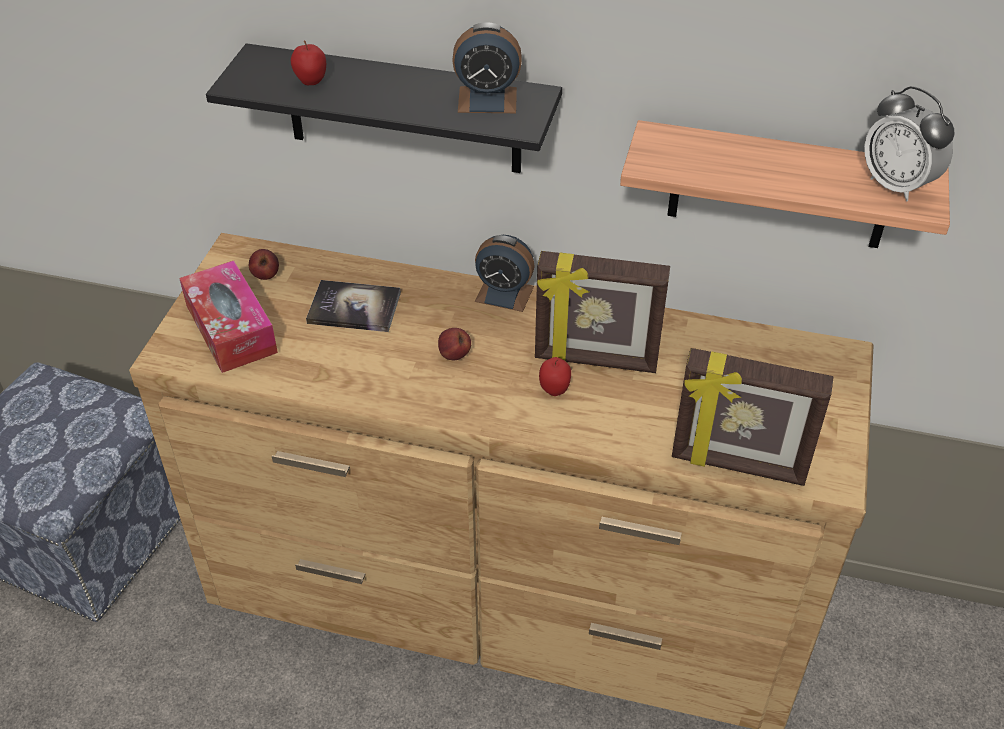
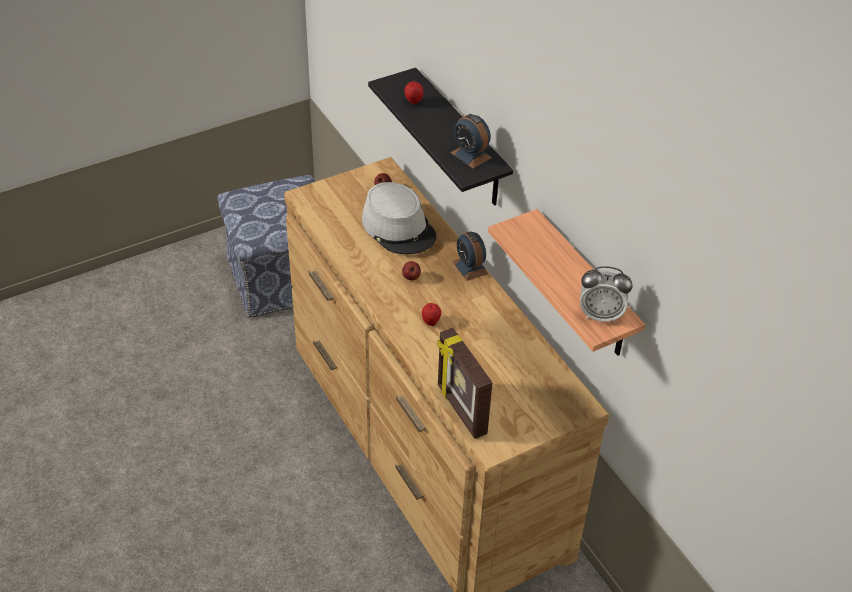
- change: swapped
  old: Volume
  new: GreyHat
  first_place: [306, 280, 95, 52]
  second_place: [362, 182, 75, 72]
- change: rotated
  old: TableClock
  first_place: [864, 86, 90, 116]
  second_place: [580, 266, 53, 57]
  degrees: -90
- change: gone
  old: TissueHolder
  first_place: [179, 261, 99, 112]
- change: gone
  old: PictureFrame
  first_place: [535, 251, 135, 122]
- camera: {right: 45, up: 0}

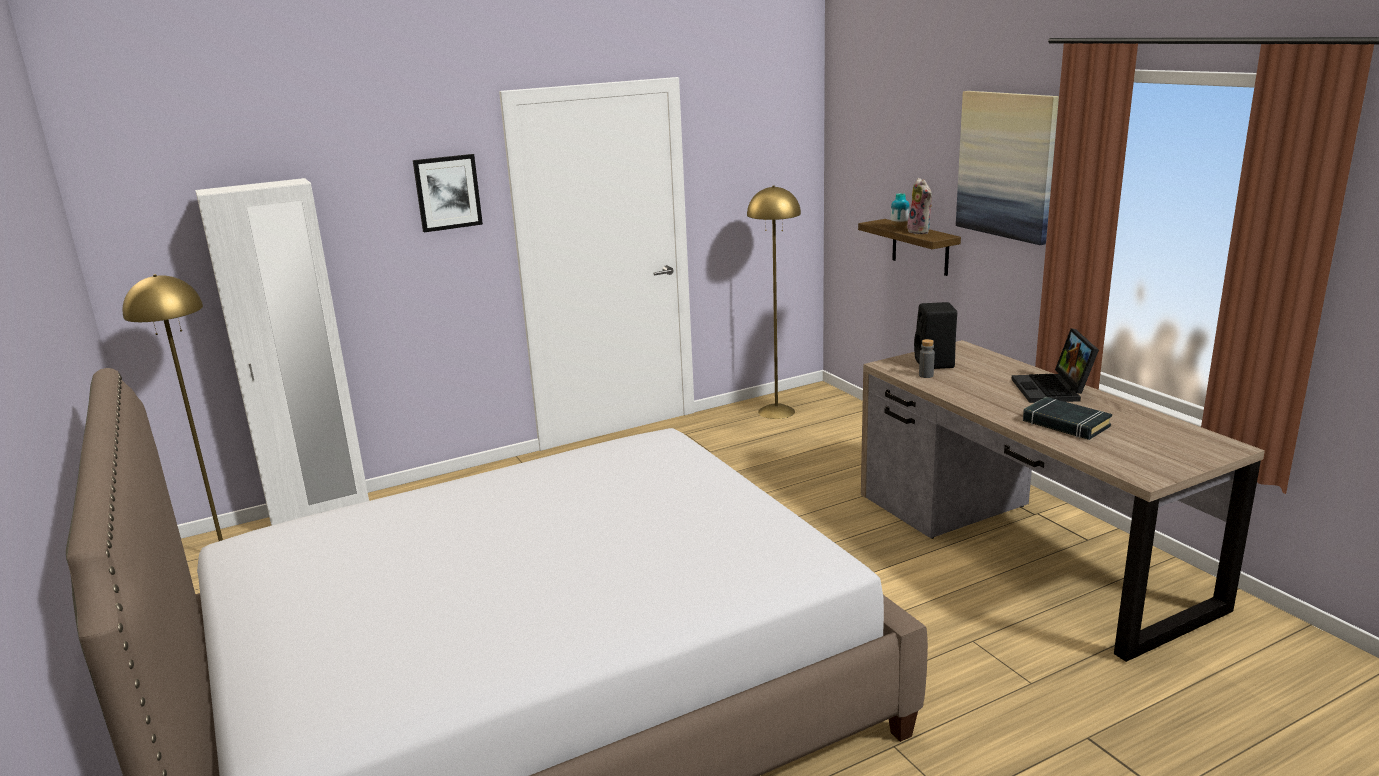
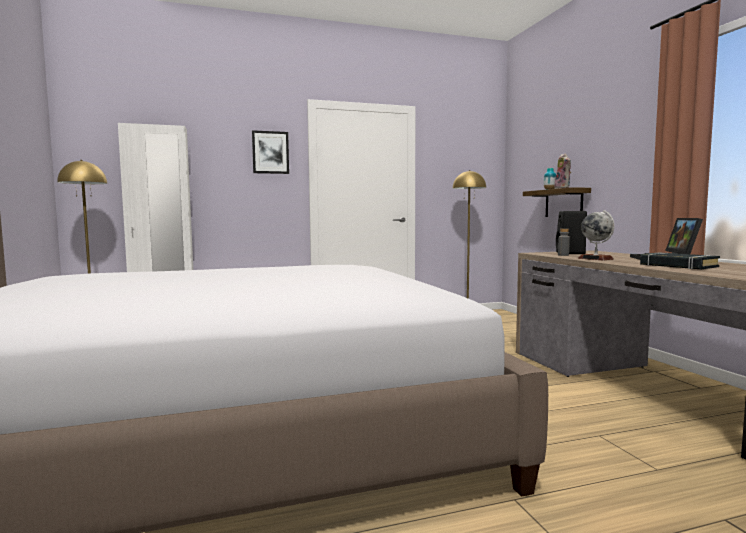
- change: new
  new: DeskGlobe
  second_place: [578, 210, 37, 51]
- change: gone
  old: WallArt
  first_place: [956, 91, 103, 154]
- camera: {right: 10, up: -15}

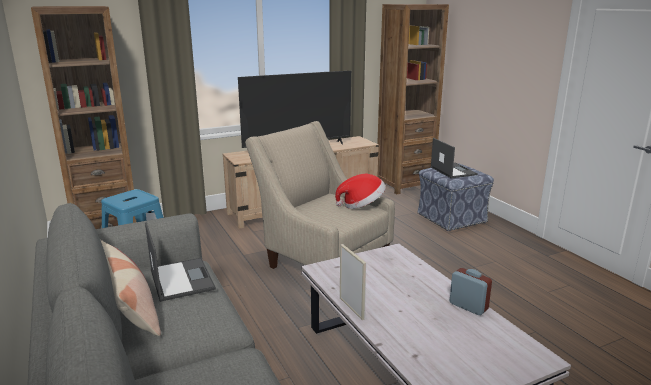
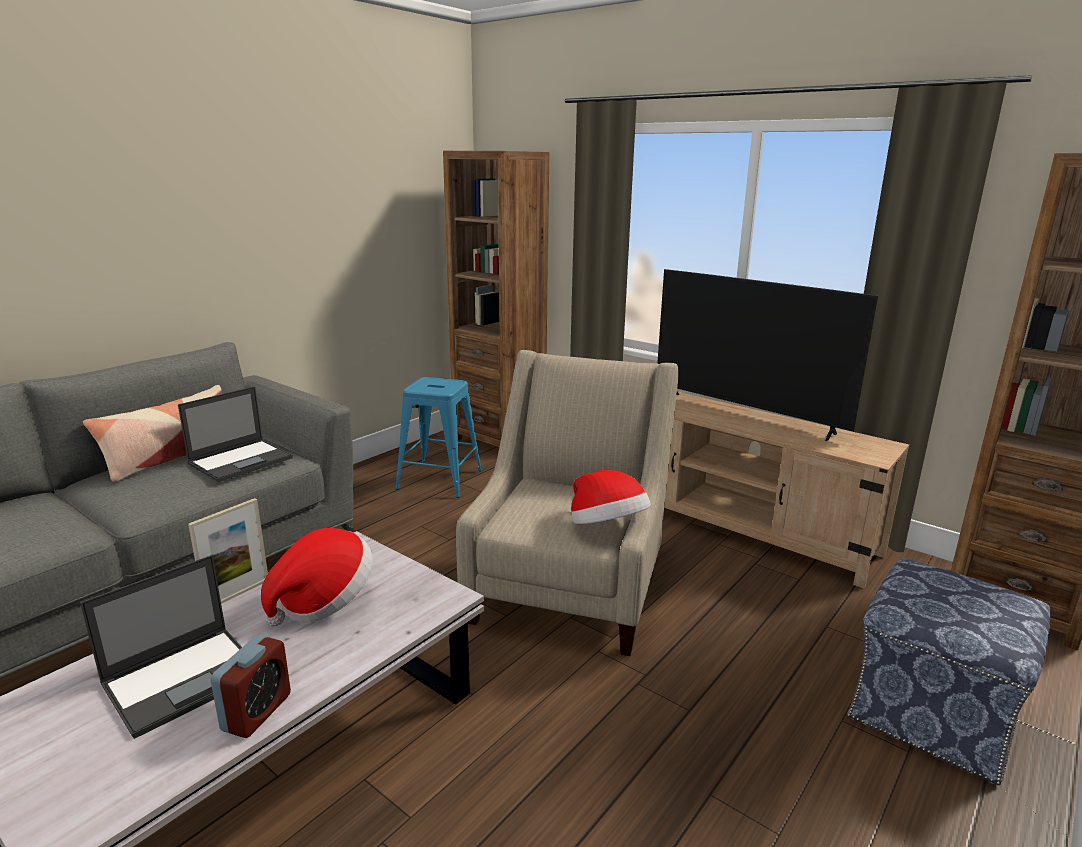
- change: shifted
  old: Laptop
  first_place: [430, 138, 48, 41]
  second_place: [80, 555, 162, 184]
- change: new
  new: Hat
  second_place: [261, 528, 112, 98]
- camera: {right: 65, up: 0}

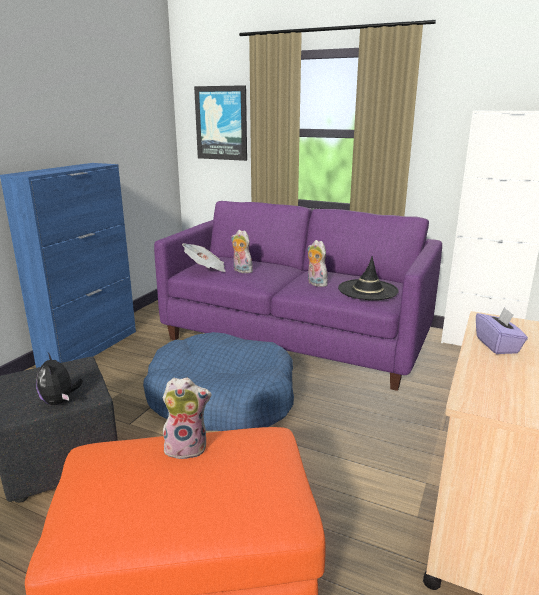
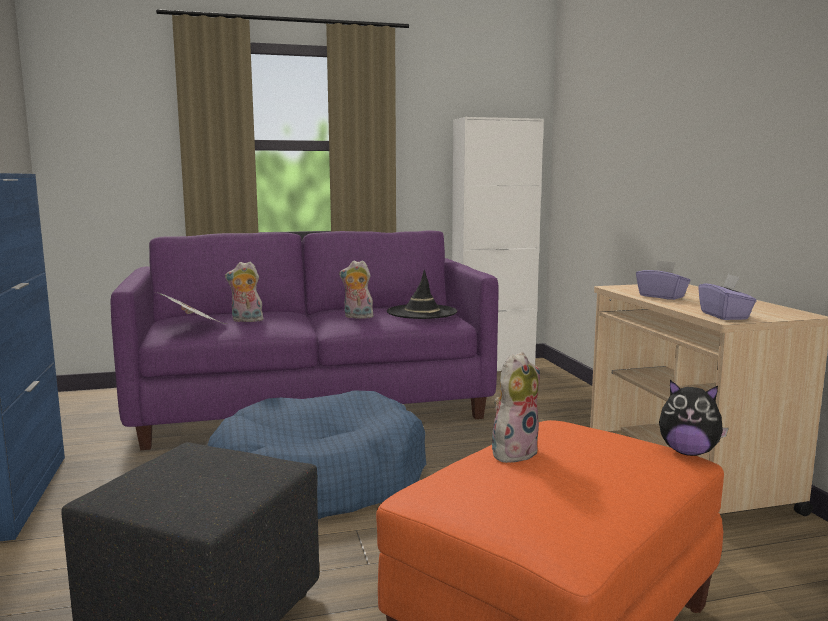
- change: shifted
  old: CuddlyToy
  first_place: [36, 353, 47, 52]
  second_place: [659, 380, 70, 76]
- change: new
  new: PurplishTissueHolder
  second_place: [698, 274, 58, 46]
- change: gone
  old: WallArt
  first_place: [194, 85, 53, 76]
- camera: {right: -40, up: -10}

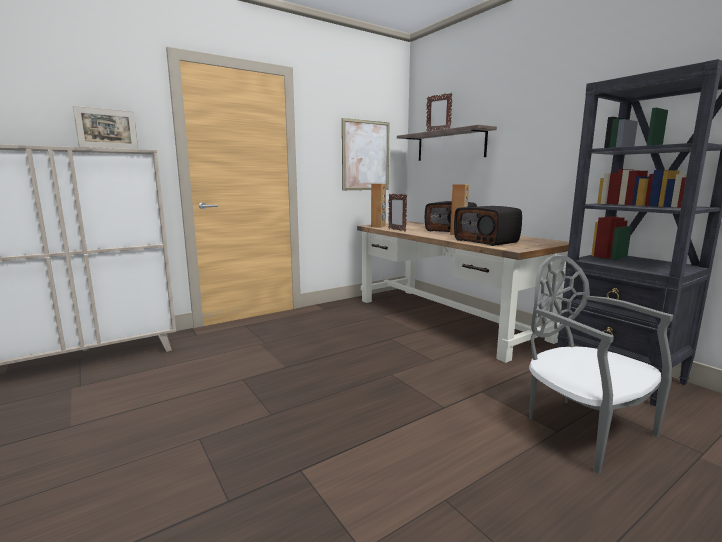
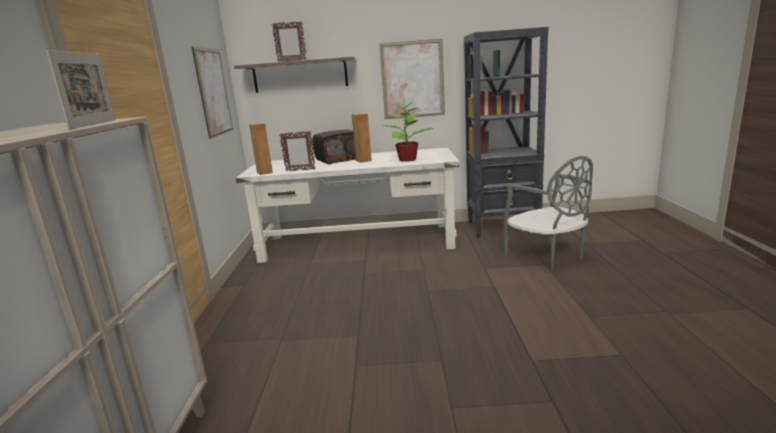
- change: repainted
  old: BrownishDeskUnit
  new: WhiteDeskUnit
  first_place: [357, 222, 212, 141]
  second_place: [236, 148, 224, 115]
- change: new
  new: WallArt
  second_place: [380, 39, 65, 80]
- change: swapped
  old: RadioSet
  new: Houseplant
  first_place: [454, 206, 68, 40]
  second_place: [383, 100, 50, 62]
- change: rotated
  old: GreyUprightChair
  first_place: [529, 255, 144, 219]
  second_place: [503, 156, 90, 114]
  degrees: -120
- camera: {right: -55, up: 5}

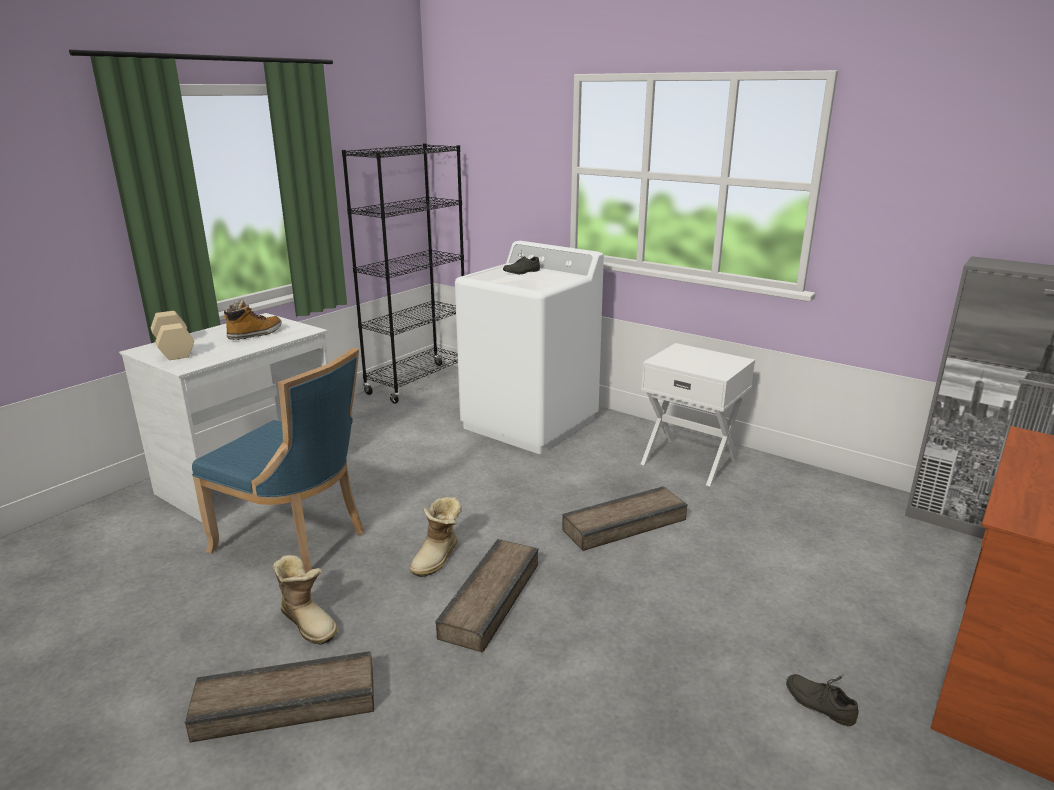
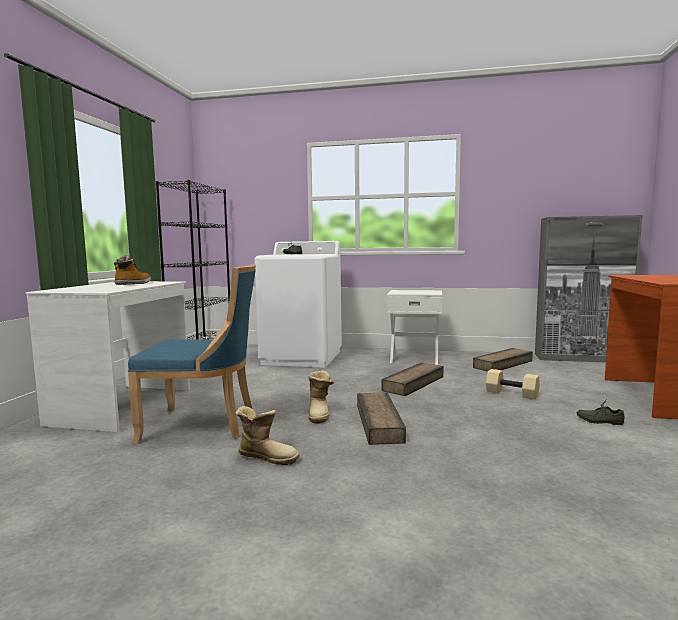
- change: shifted
  old: ShippingCrate
  first_place: [184, 651, 190, 91]
  second_place: [473, 348, 60, 23]
- change: shifted
  old: BeigeColouredFreeWeight
  first_place: [151, 311, 43, 49]
  second_place: [486, 369, 54, 30]
- camera: {right: -25, up: -15}

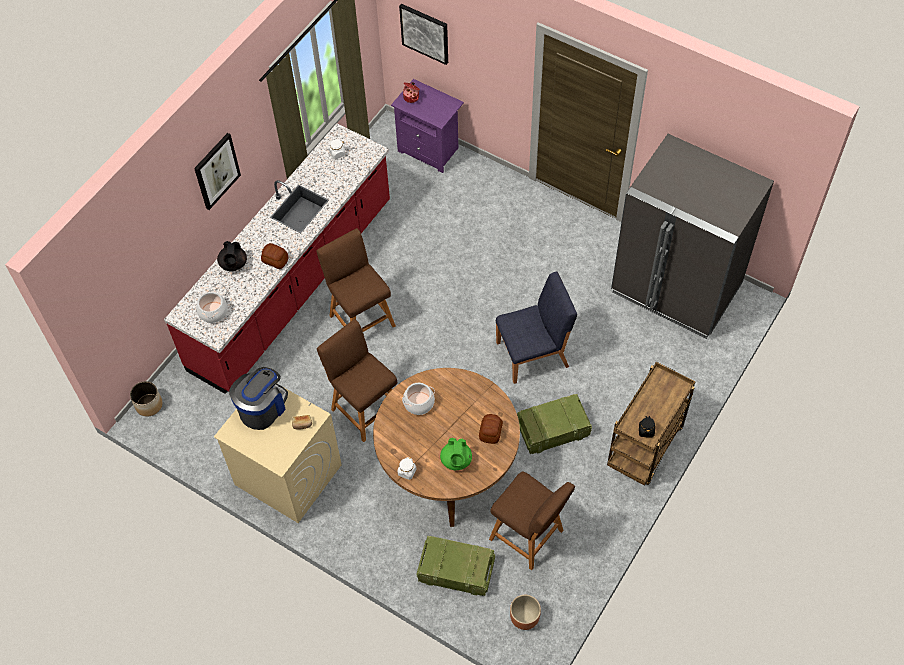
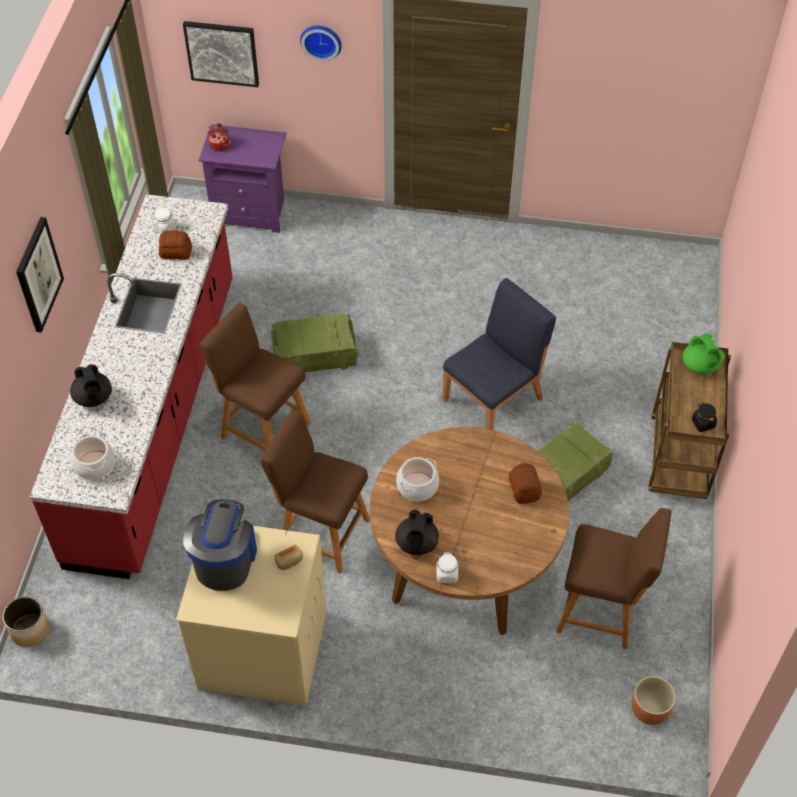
- change: shifted
  old: Bread
  first_place: [261, 243, 27, 26]
  second_place: [159, 230, 33, 30]
- change: shifted
  old: ShippingCrate
  first_place: [417, 536, 78, 60]
  second_place: [271, 313, 87, 60]
- change: new
  new: WallClock
  second_place: [300, 26, 42, 35]
- change: new
  new: BlackTeapot
  second_place: [395, 510, 44, 45]
- change: shifted
  old: GreenColouredTeapot
  first_place: [440, 438, 32, 32]
  second_place: [682, 333, 43, 42]
- change: gone
  old: GreyKitchenFridge
  first_place: [611, 134, 163, 205]
- camera: {right: -25, up: -5}

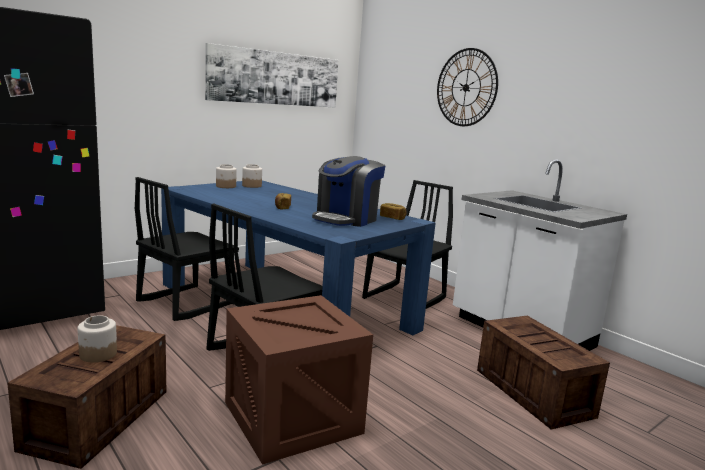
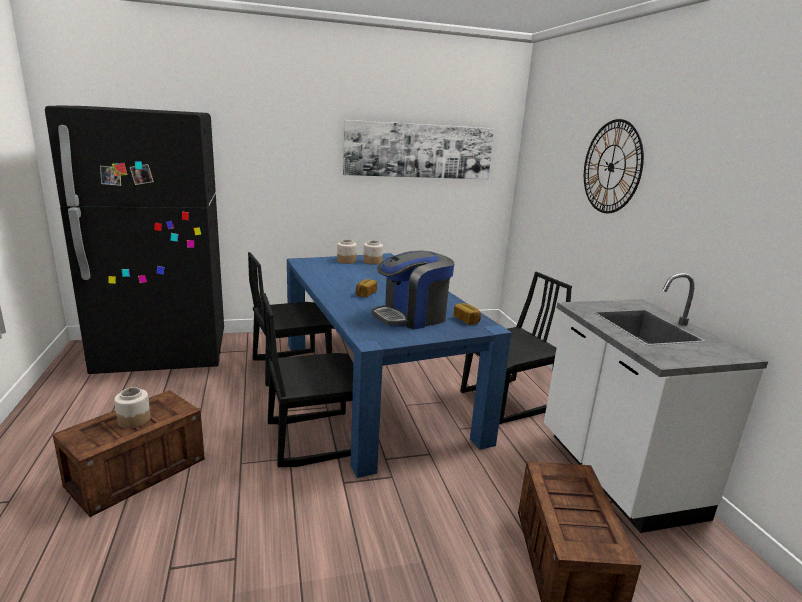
- change: gone
  old: ShippingCrate
  first_place: [225, 295, 148, 170]
- camera: {right: 25, up: 5}

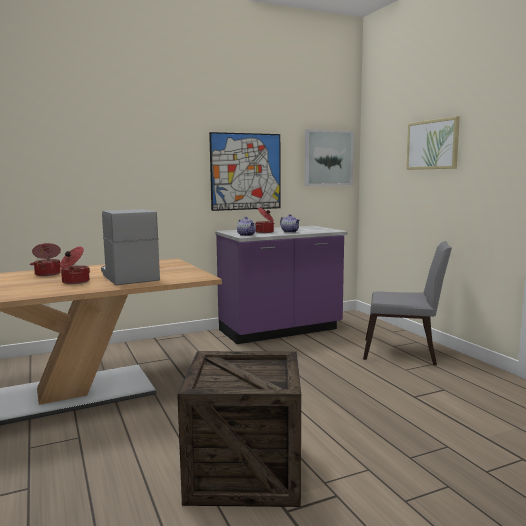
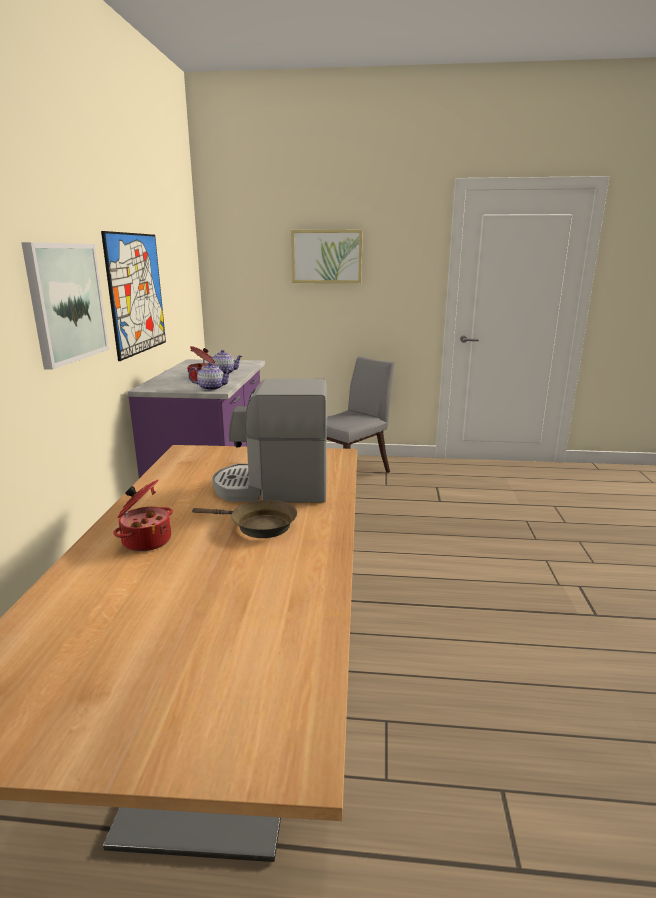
- change: shifted
  old: WallArt
  first_place: [305, 130, 49, 56]
  second_place: [21, 242, 88, 128]
- change: swapped
  old: CookingPot
  new: BrownishSkillet
  first_place: [60, 247, 30, 37]
  second_place: [192, 500, 105, 38]
- change: gone
  old: ShippingCrate
  first_place: [177, 351, 124, 156]
- camera: {right: -60, up: 10}

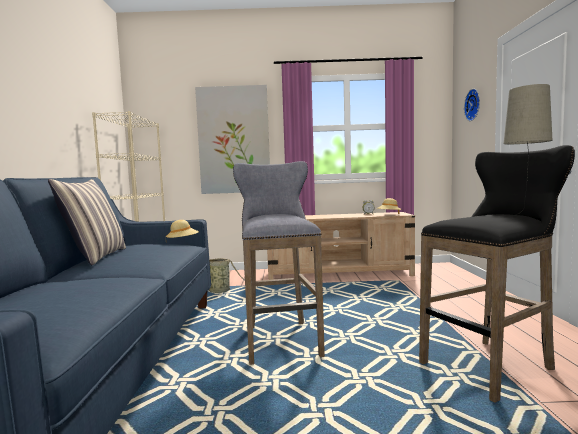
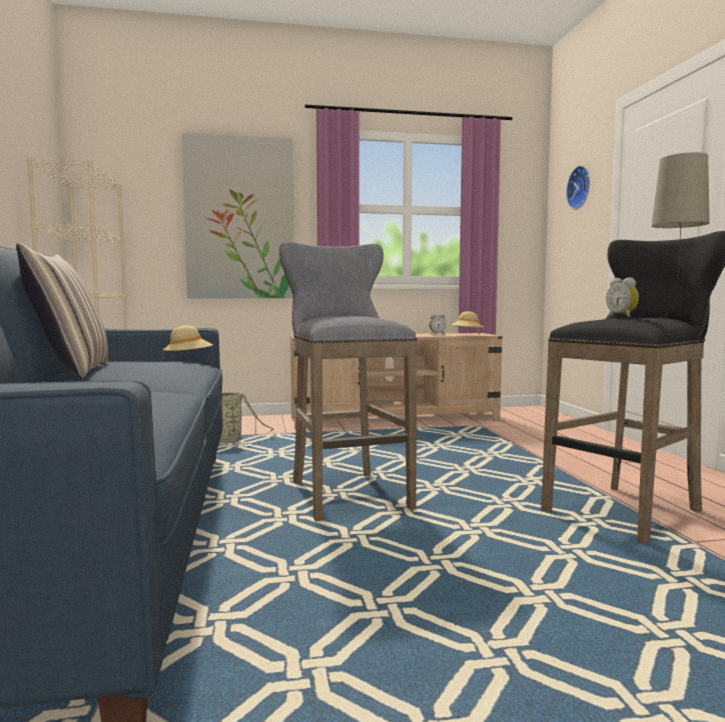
- change: new
  new: TableClock
  second_place: [606, 277, 33, 40]
- camera: {right: -10, up: 0}

